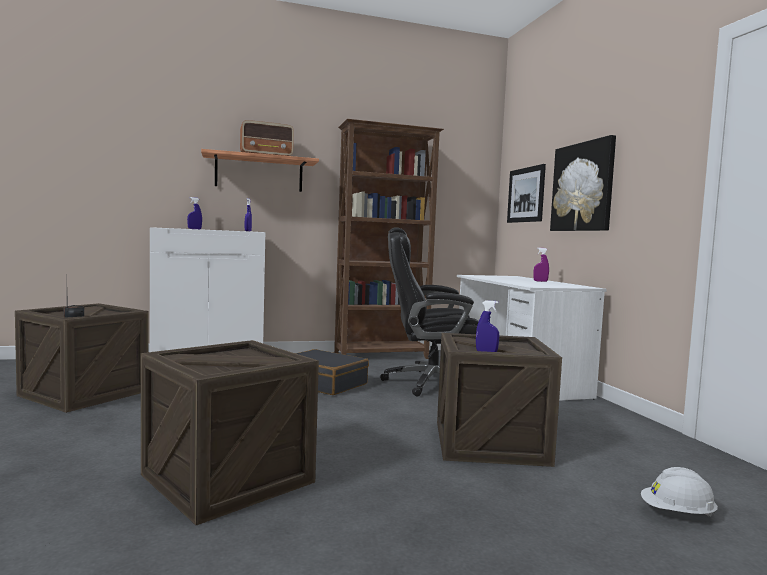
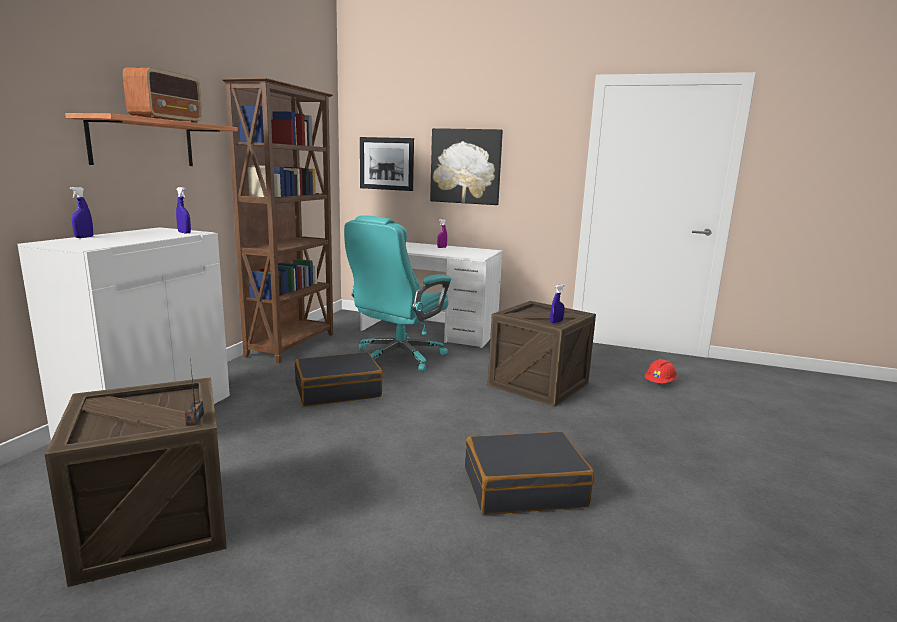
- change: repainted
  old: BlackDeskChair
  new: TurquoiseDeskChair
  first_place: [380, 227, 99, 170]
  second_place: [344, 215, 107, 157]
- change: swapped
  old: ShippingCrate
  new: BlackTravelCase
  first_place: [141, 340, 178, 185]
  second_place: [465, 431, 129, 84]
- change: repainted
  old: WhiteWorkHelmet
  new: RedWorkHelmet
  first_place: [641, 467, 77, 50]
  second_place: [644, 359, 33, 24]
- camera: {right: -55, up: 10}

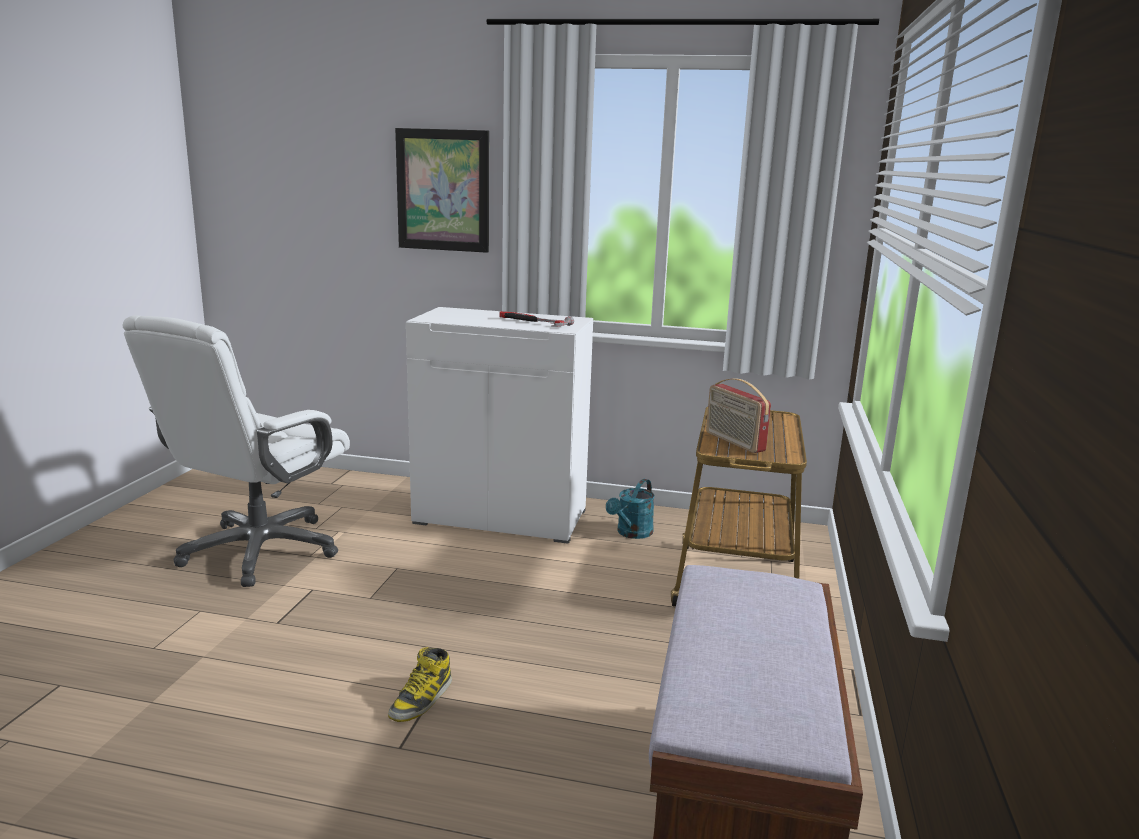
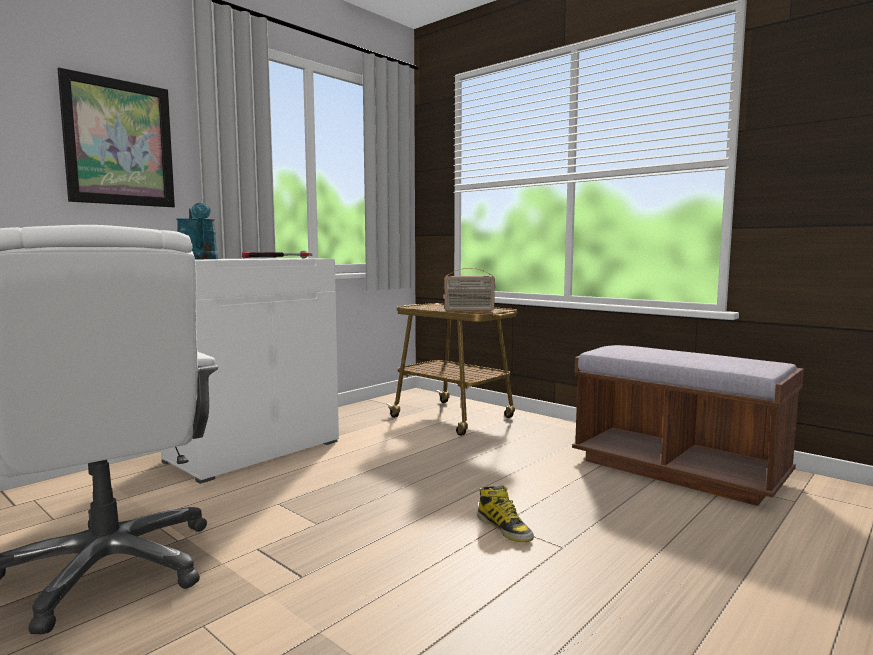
- change: shifted
  old: TurquoiseWateringCan
  first_place: [606, 479, 49, 60]
  second_place: [176, 203, 42, 56]
- camera: {right: -60, up: -10}

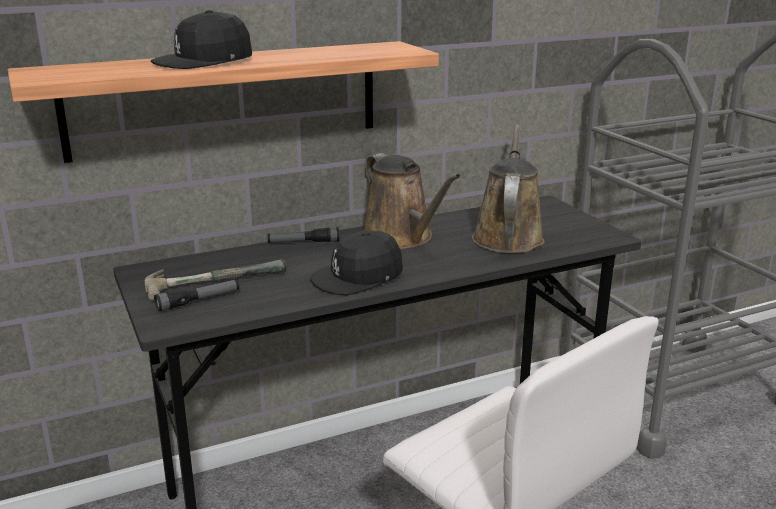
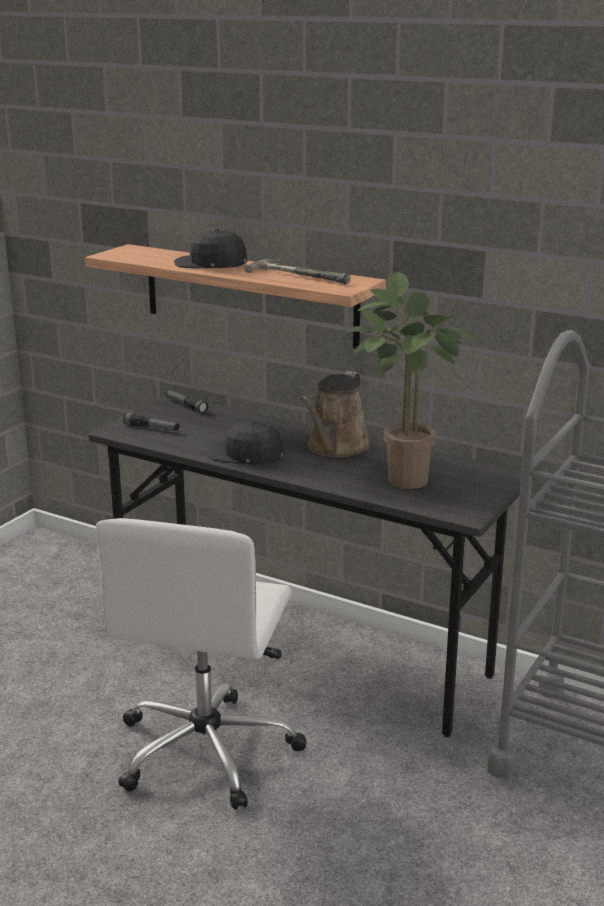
- change: shifted
  old: HandTorch
  first_place: [267, 227, 72, 16]
  second_place: [166, 390, 42, 23]
- change: shifted
  old: HandHammer
  first_place: [144, 259, 143, 42]
  second_place: [244, 259, 107, 25]
- change: swapped
  old: BrownishWateringCan
  new: Houseplant
  first_place: [472, 125, 73, 128]
  second_place: [346, 272, 127, 217]
- camera: {right: 55, up: 0}

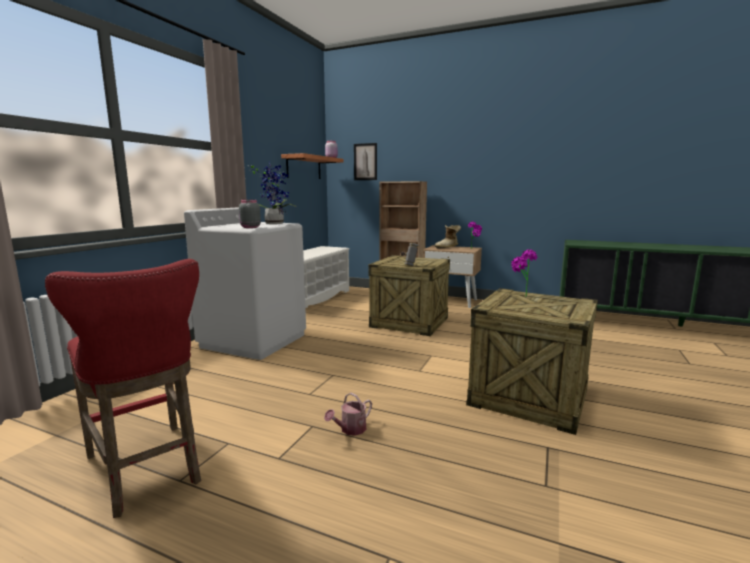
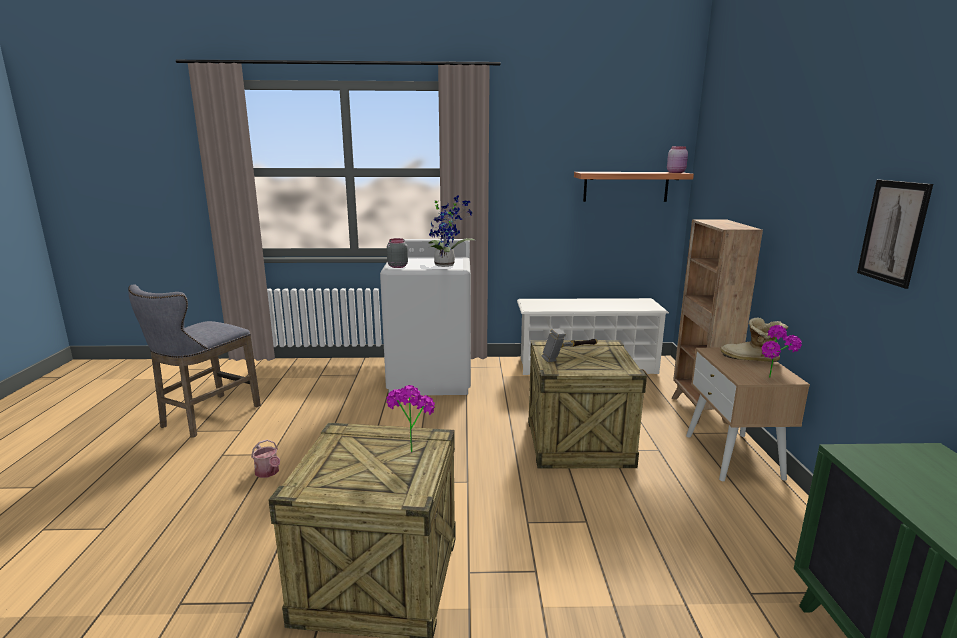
- change: repainted
  old: RedStool
  new: GreyStool
  first_place: [45, 259, 156, 259]
  second_place: [128, 284, 133, 154]
- change: rotated
  old: WateringCan
  first_place: [324, 392, 48, 44]
  second_place: [251, 440, 29, 38]
  degrees: -150
- change: shifted
  old: WallArt
  first_place: [354, 143, 23, 37]
  second_place: [857, 179, 76, 110]
- camera: {right: 65, up: 5}

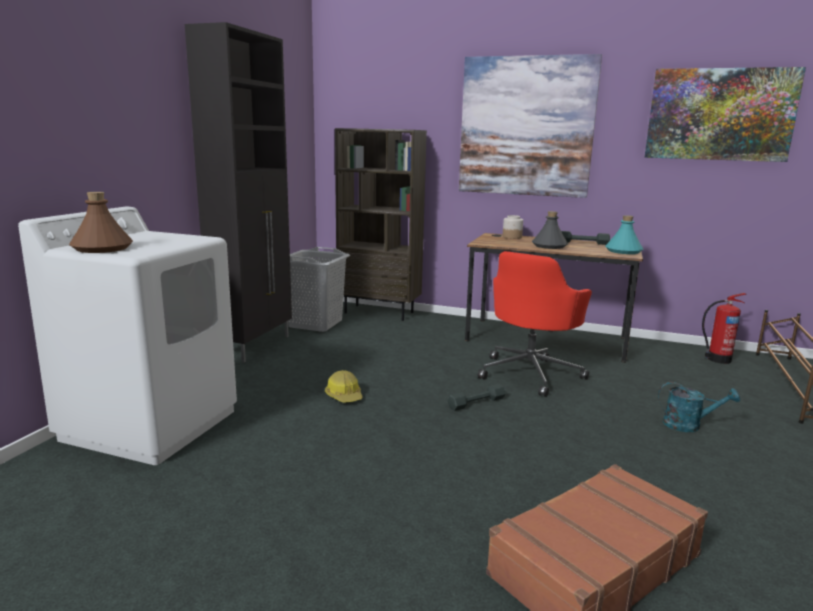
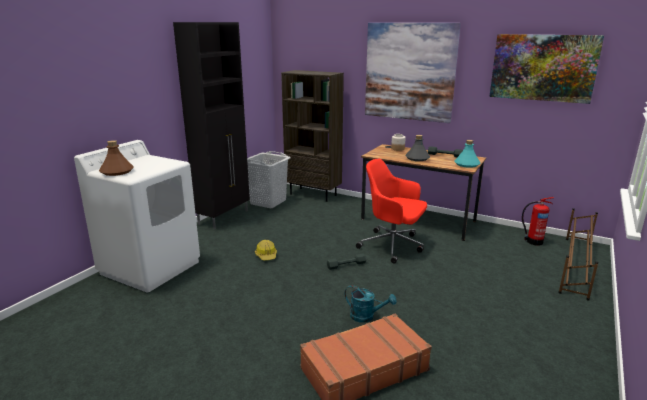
- change: shifted
  old: TurquoiseWateringCan
  first_place: [658, 382, 82, 50]
  second_place: [345, 285, 52, 38]
- change: rotated
  old: RedDeskChair
  first_place: [478, 251, 114, 146]
  second_place: [356, 159, 71, 105]
  degrees: 75
- camera: {right: 10, up: 5}

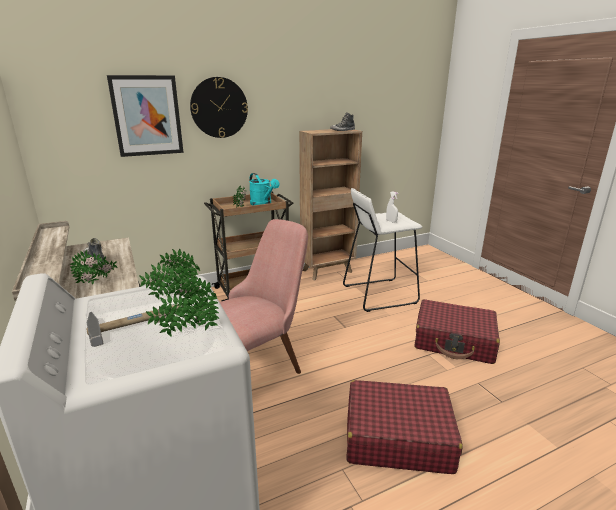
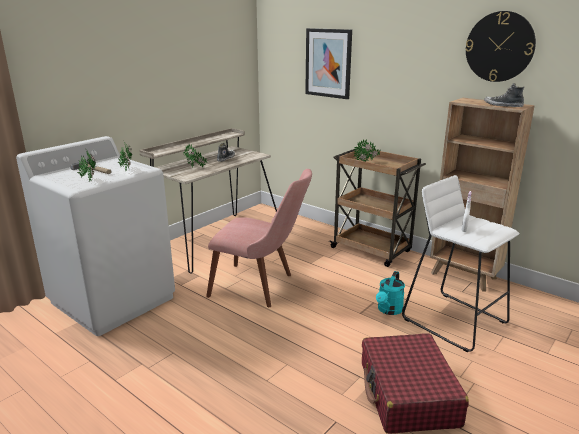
- change: shifted
  old: TurquoiseWateringCan
  first_place: [249, 173, 31, 32]
  second_place: [376, 271, 29, 44]
- change: shifted
  old: WallClock
  first_place: [190, 77, 58, 61]
  second_place: [465, 11, 71, 71]
- change: gone
  old: RedTravelCase
  first_place: [347, 380, 116, 94]
- camera: {right: 65, up: 0}

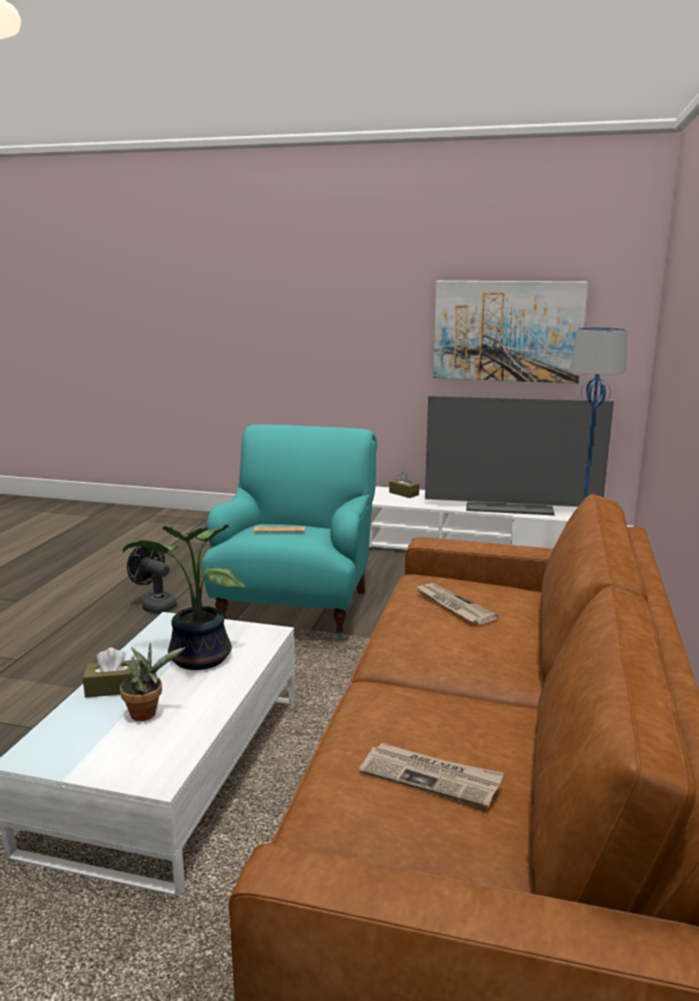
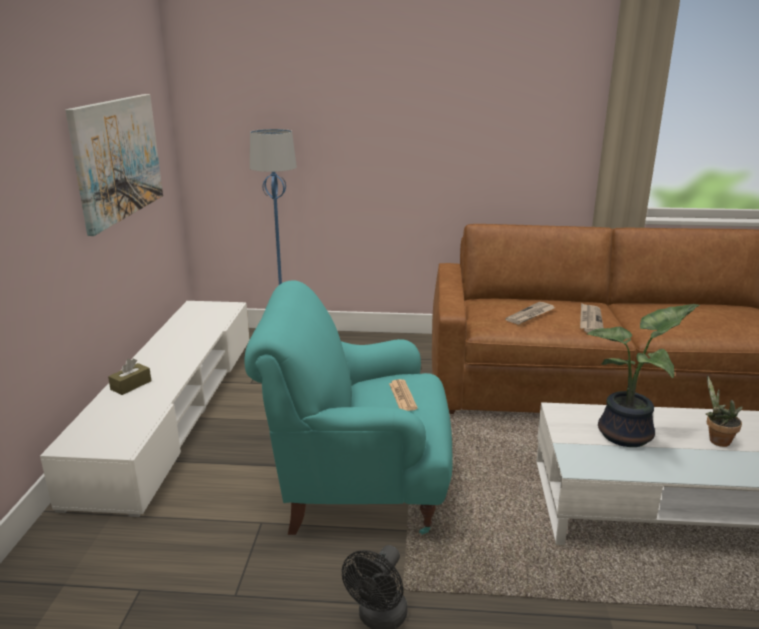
- change: shifted
  old: Newspaper
  first_place: [359, 743, 145, 65]
  second_place: [580, 303, 24, 30]
- change: gone
  old: BrownishTissueHolder
  first_place: [83, 648, 55, 50]
- change: gone
  old: TvSet
  first_place: [425, 396, 189, 119]
- camera: {right: -100, up: 5}

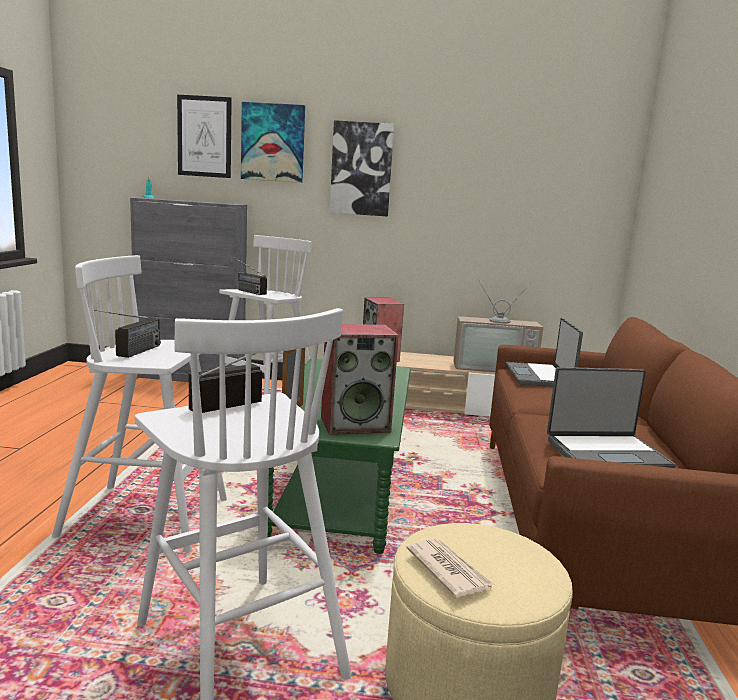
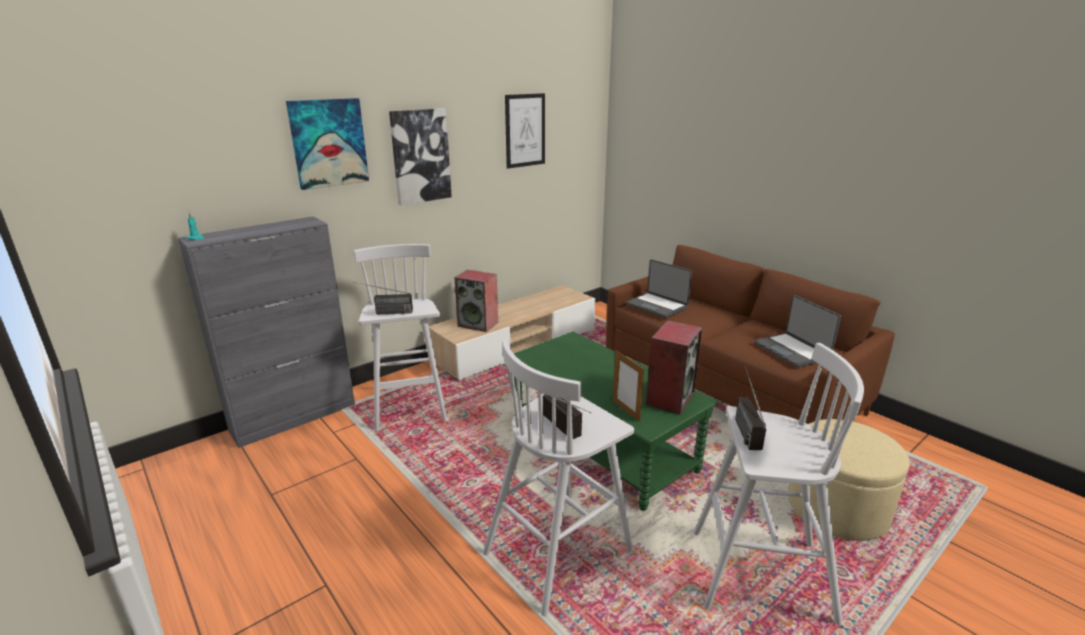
- change: shifted
  old: WallArt
  first_place: [177, 95, 55, 83]
  second_place: [505, 93, 40, 76]
- change: rotated
  old: Laptop
  first_place: [547, 367, 129, 101]
  second_place: [754, 295, 87, 73]
  degrees: 120
- change: gone
  old: Newspaper
  first_place: [406, 539, 89, 59]
- change: gone
  old: TvSet
  first_place: [453, 280, 90, 92]
- camera: {right: -45, up: 10}

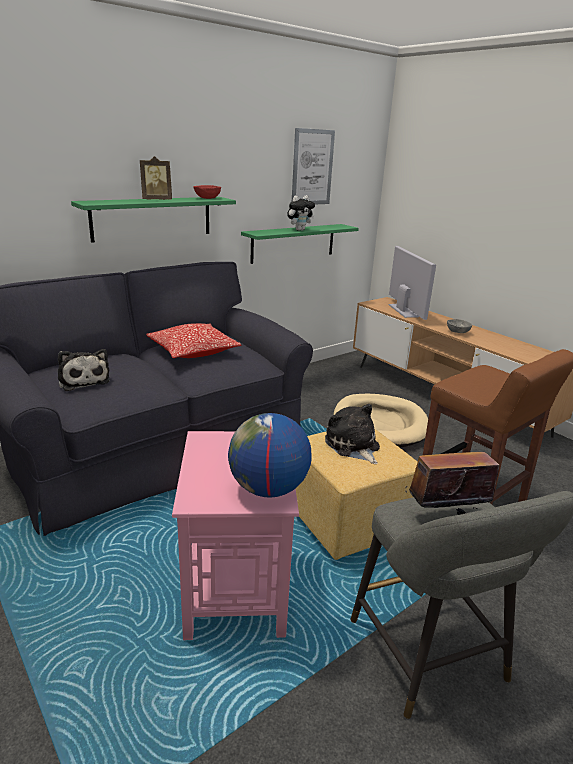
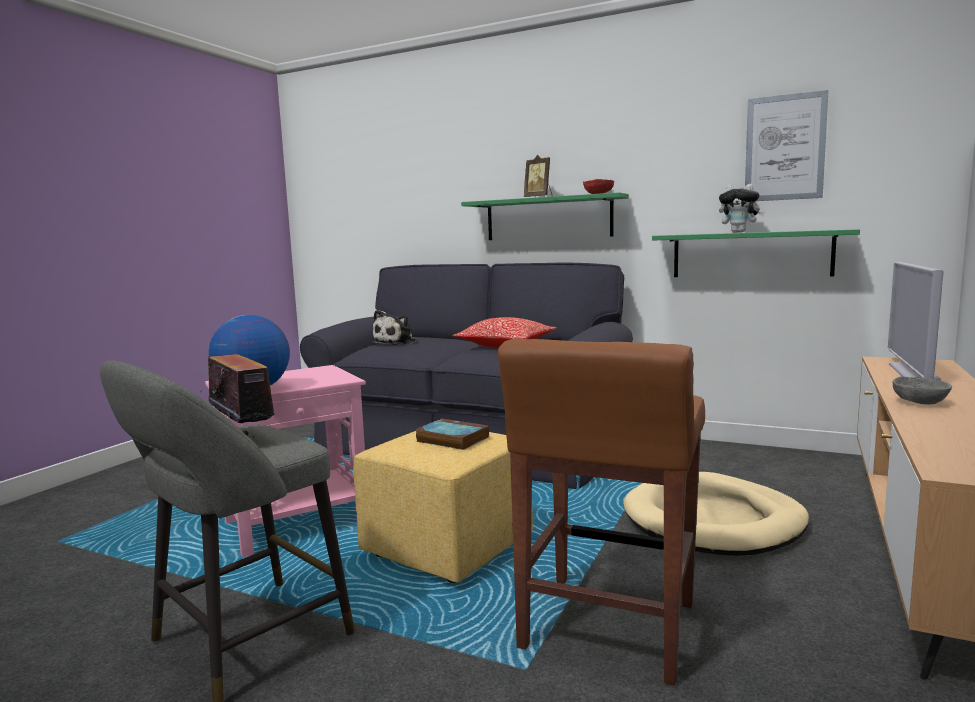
- change: swapped
  old: CuddlyToy
  new: Volume
  first_place: [325, 404, 55, 60]
  second_place: [415, 418, 74, 32]
- change: rotated
  old: TvSet
  first_place: [389, 246, 47, 74]
  second_place: [888, 262, 56, 119]
  degrees: 150
- camera: {right: 65, up: -15}

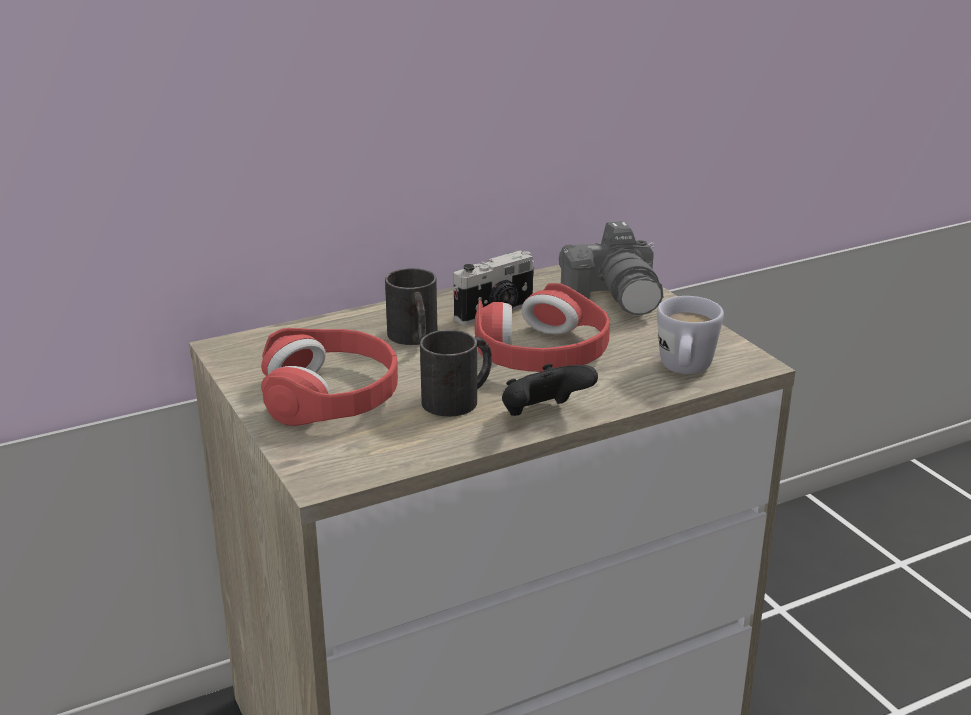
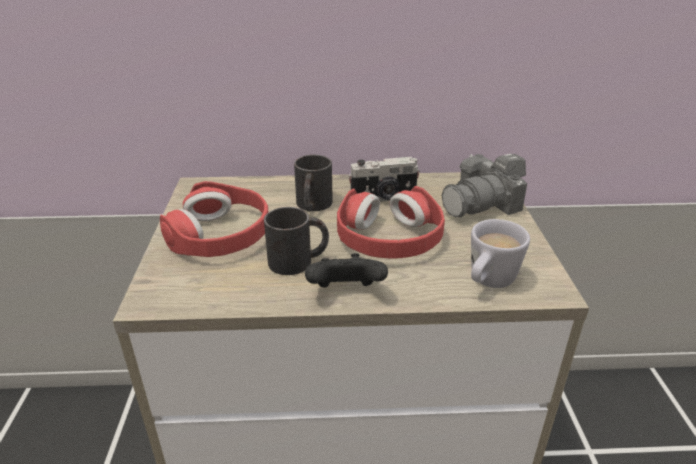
- change: rotated
  old: StillCamera
  first_place: [559, 221, 104, 94]
  second_place: [442, 154, 85, 63]
  degrees: 45
- camera: {right: 25, up: 5}

